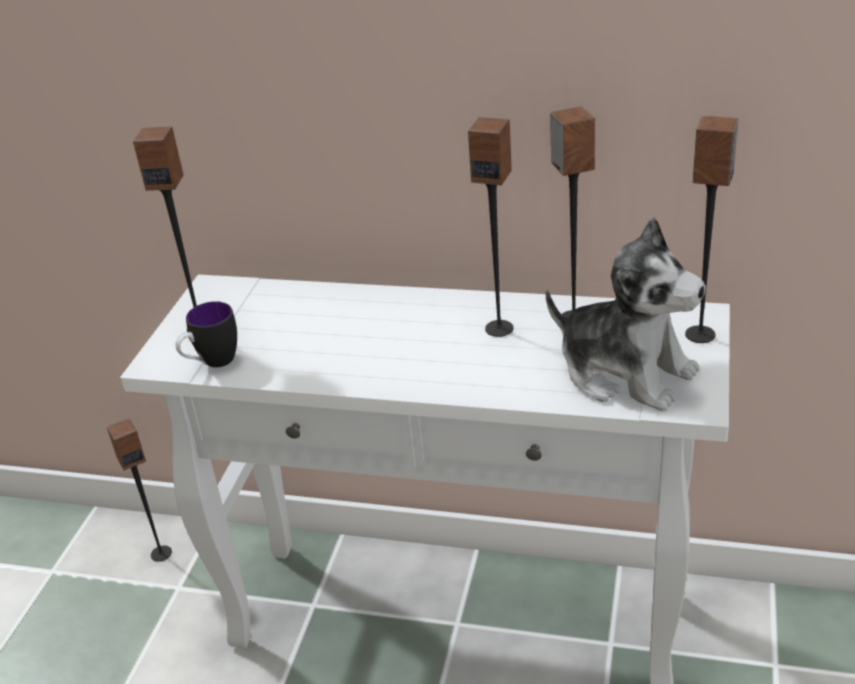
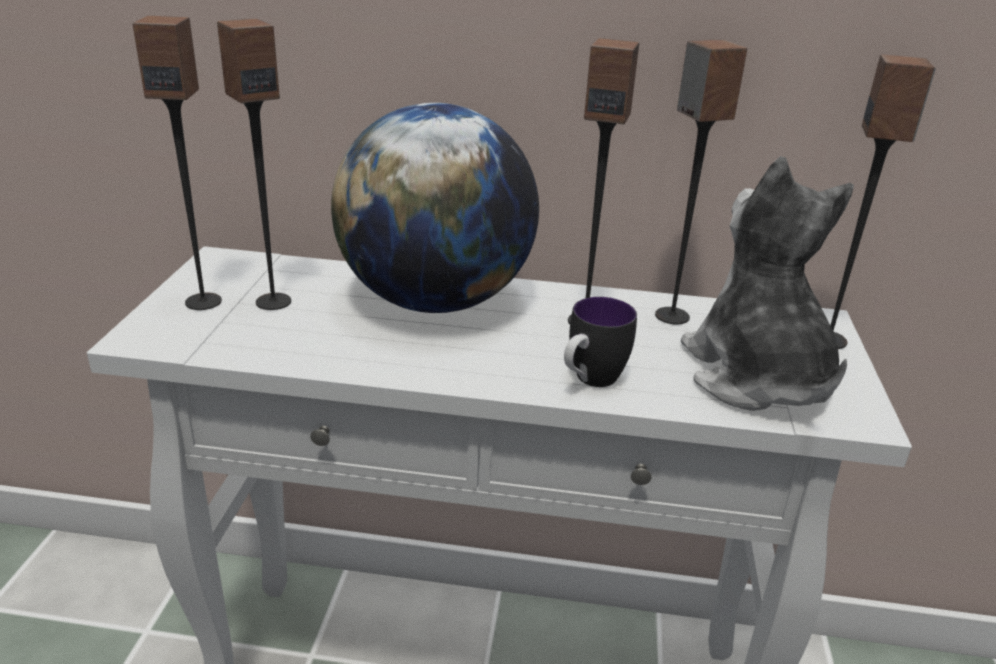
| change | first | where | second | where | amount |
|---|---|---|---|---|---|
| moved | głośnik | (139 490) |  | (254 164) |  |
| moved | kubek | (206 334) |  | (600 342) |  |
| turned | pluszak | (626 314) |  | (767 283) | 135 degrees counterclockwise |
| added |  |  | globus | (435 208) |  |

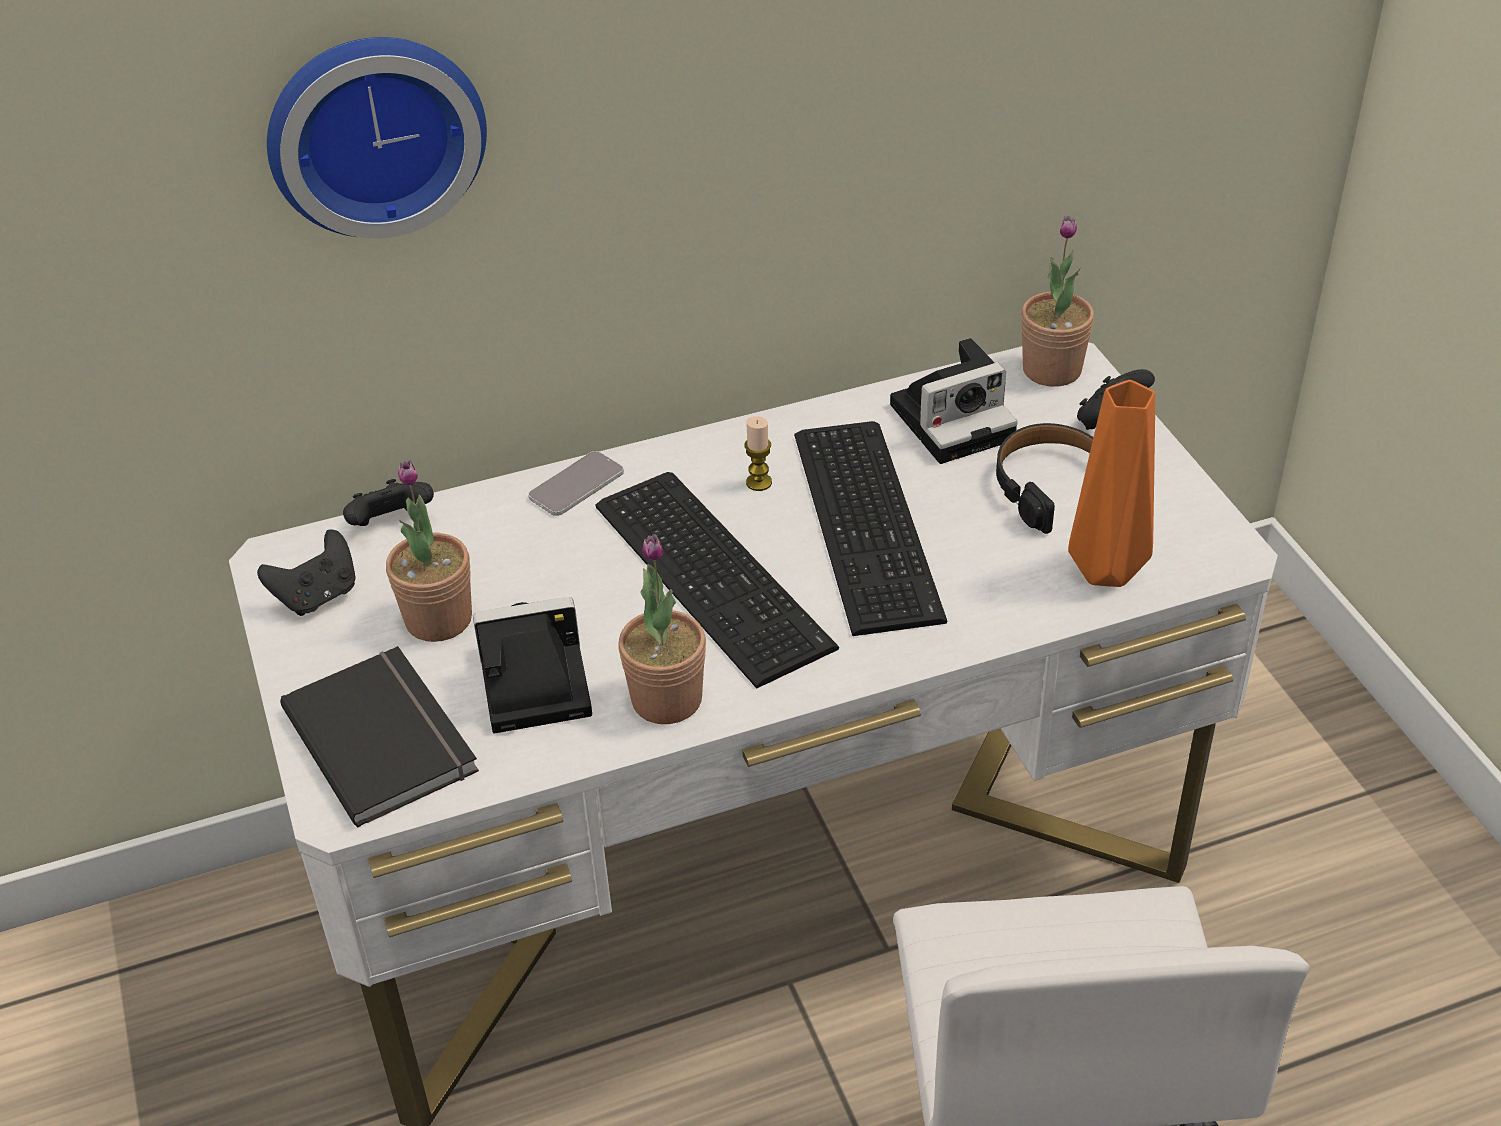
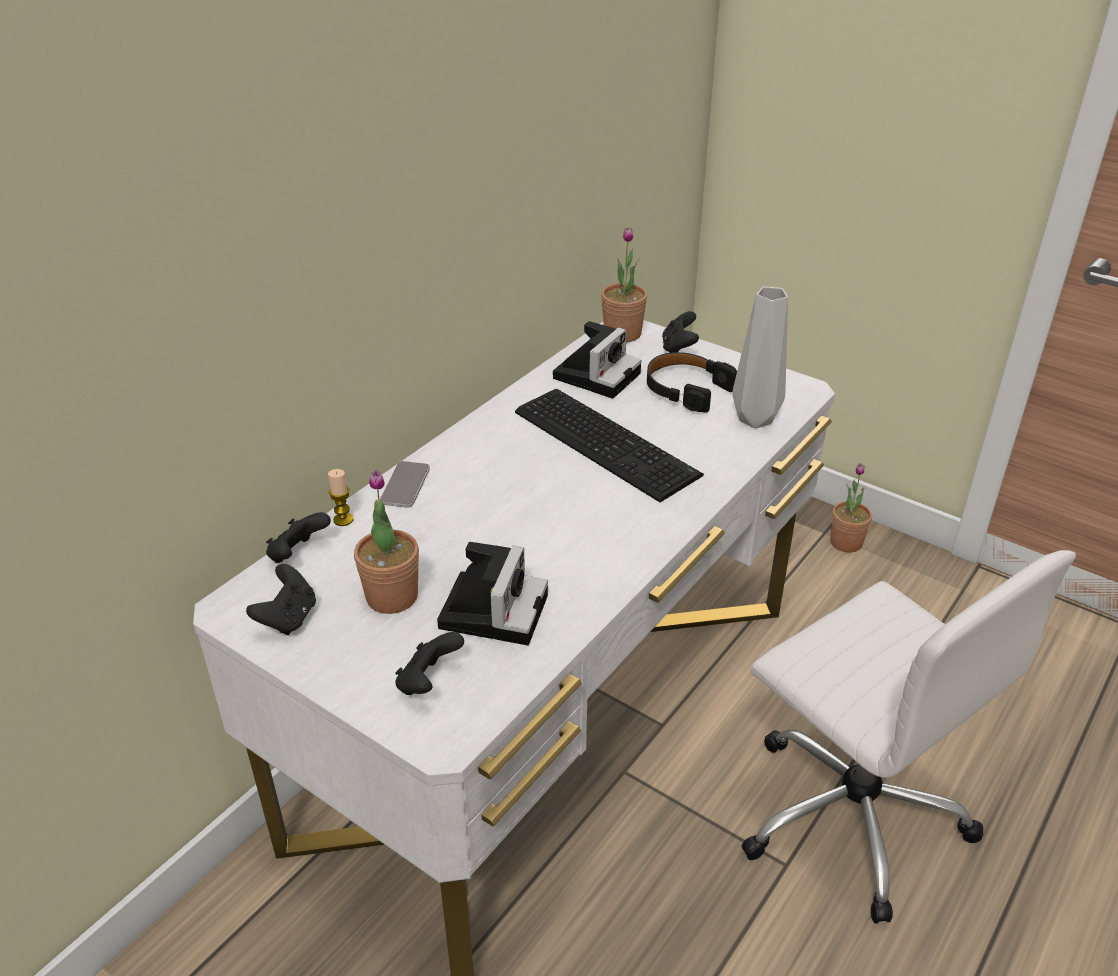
| change | first | where | second | where | amount |
|---|---|---|---|---|---|
| removed | zegar ścienny | (377 138) |  |  |  |
| replaced | książka (czarny) | (379 737) | pad do gier (czarny) | (429 663) |  |
| turned | aparat fotograficzny | (532 665) |  | (492 593) | 150 degrees clockwise |
| removed | klawiatura | (717 580) |  |  |  |
| moved | roślina doniczkowa | (662 629) |  | (851 508) |  |
| moved | świeca | (758 453) |  | (341 497) |  |
| recoloured | wazon (pomarańczowy) | (1111 483) | wazon (szary) | (760 357) |  |

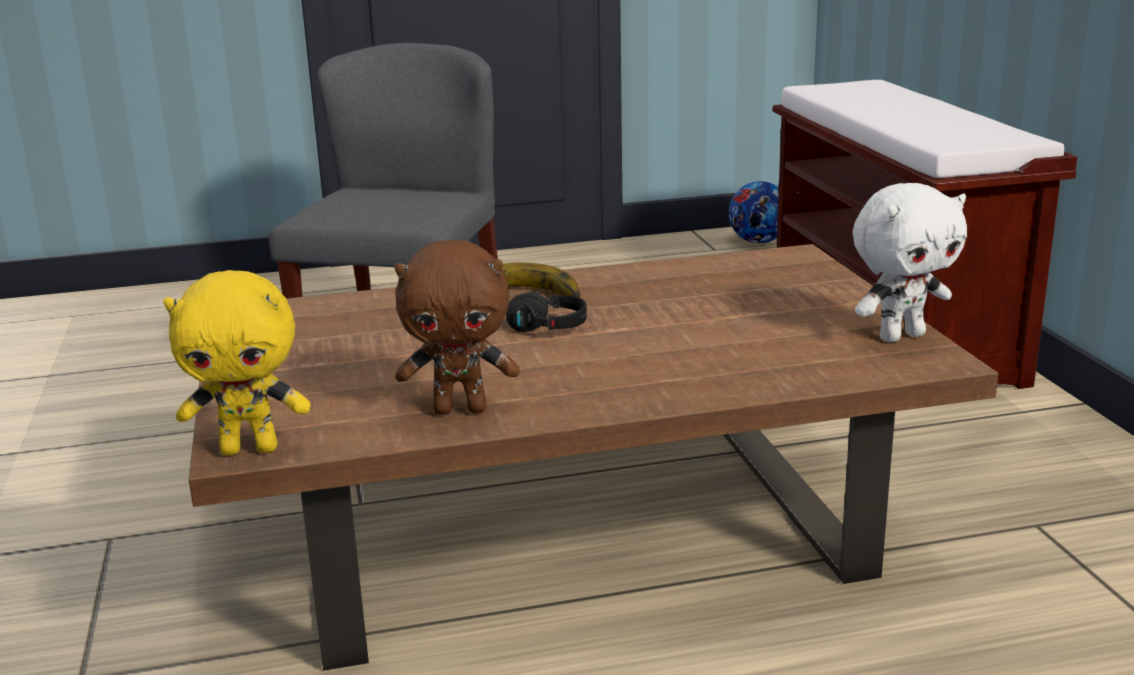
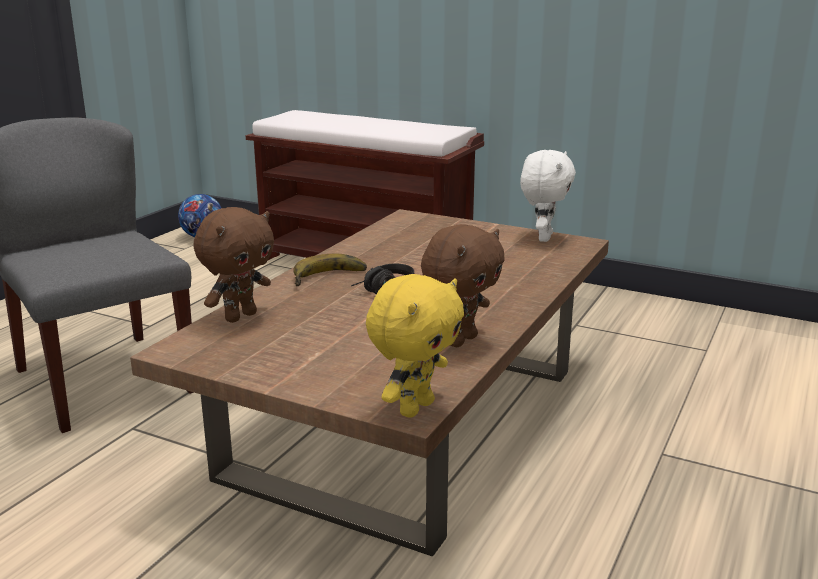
| change | first | where | second | where | amount |
|---|---|---|---|---|---|
| added |  |  | pluszak (brązowy) | (233 265) |  |

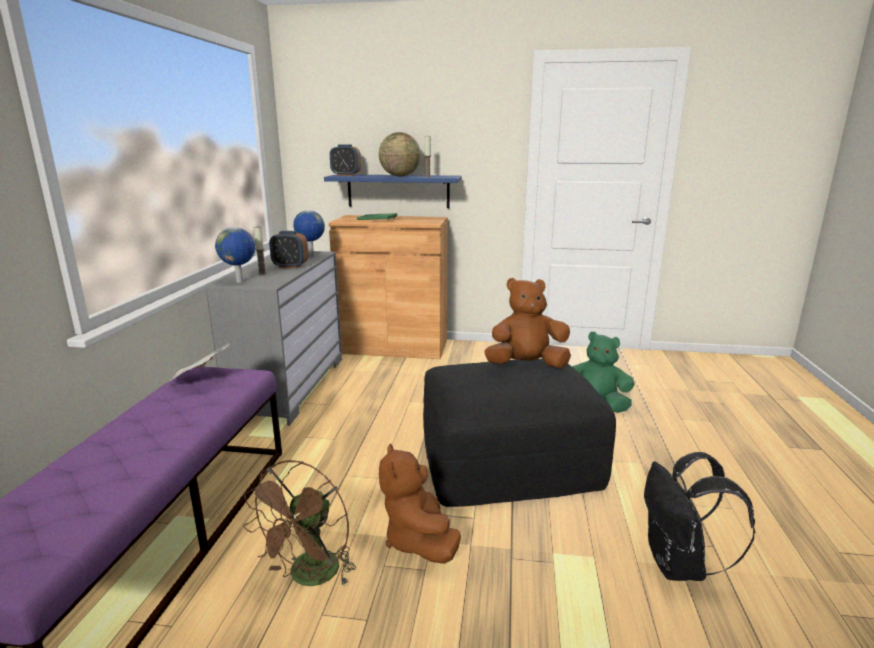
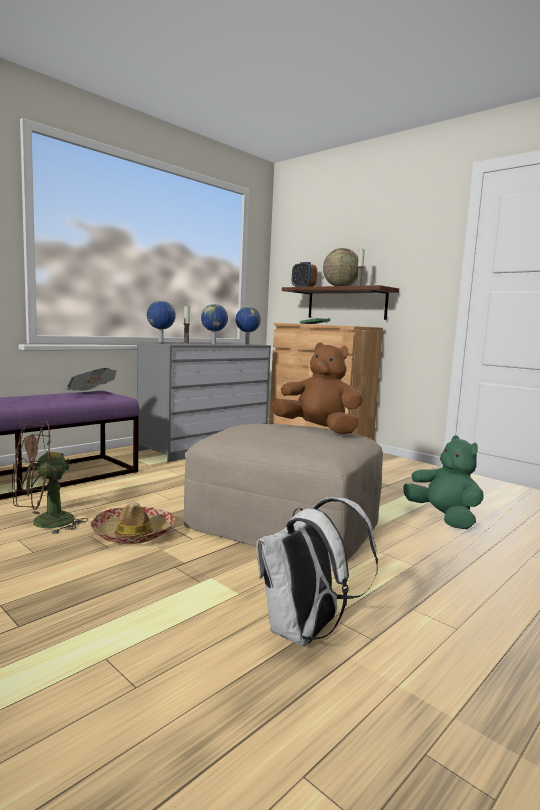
| change | first | where | second | where | amount |
|---|---|---|---|---|---|
| replaced | budzik | (288 249) | globus | (214 324) |  |
| recoloured | półka (niebieski) | (393 191) | półka (brązowy) | (340 302) |  |
| replaced | pluszak (brązowy) | (420 503) | kapelusz | (133 523) |  |
| recoloured | pufa (czarny) | (519 433) | pufa (beżowy) | (283 494) |  |
| recoloured | plecak (czarny) | (699 516) | plecak (biały) | (317 571) |  |

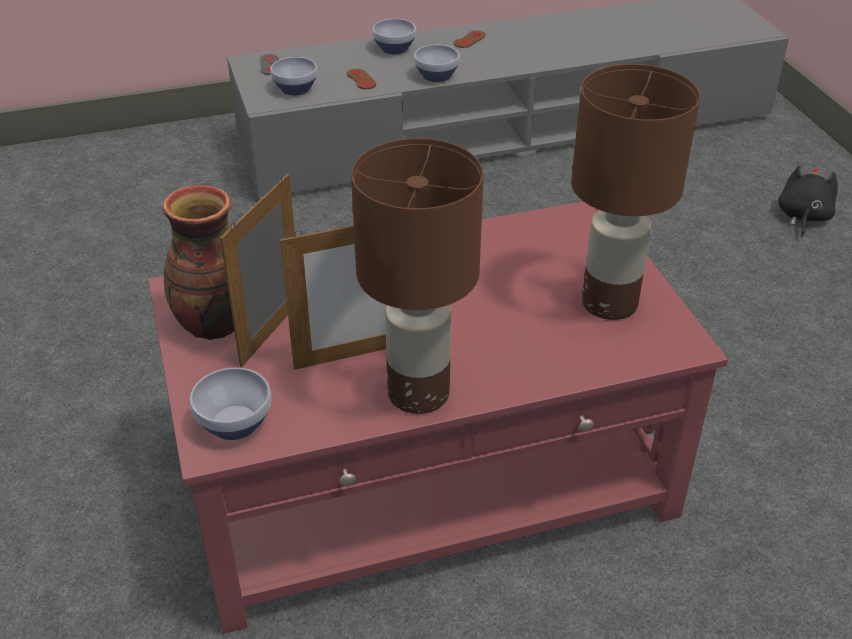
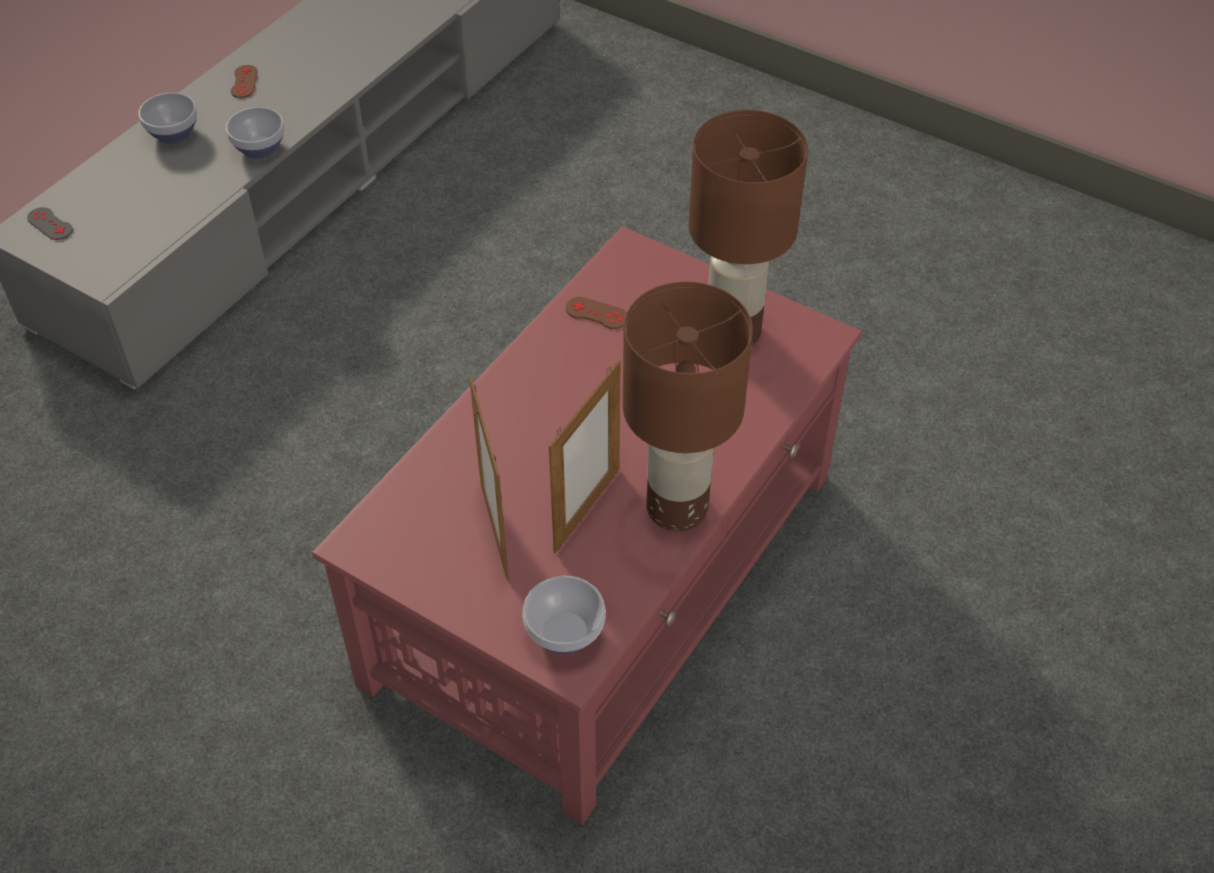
| change | first | where | second | where | amount |
|---|---|---|---|---|---|
| removed | wazon | (198 262) |  |  |  |
| removed | miska | (294 76) |  |  |  |
| moved | pad do gier (brązowy) | (361 79) |  | (596 313) |  |
| removed | pluszak (czarny) | (808 202) |  |  |  |

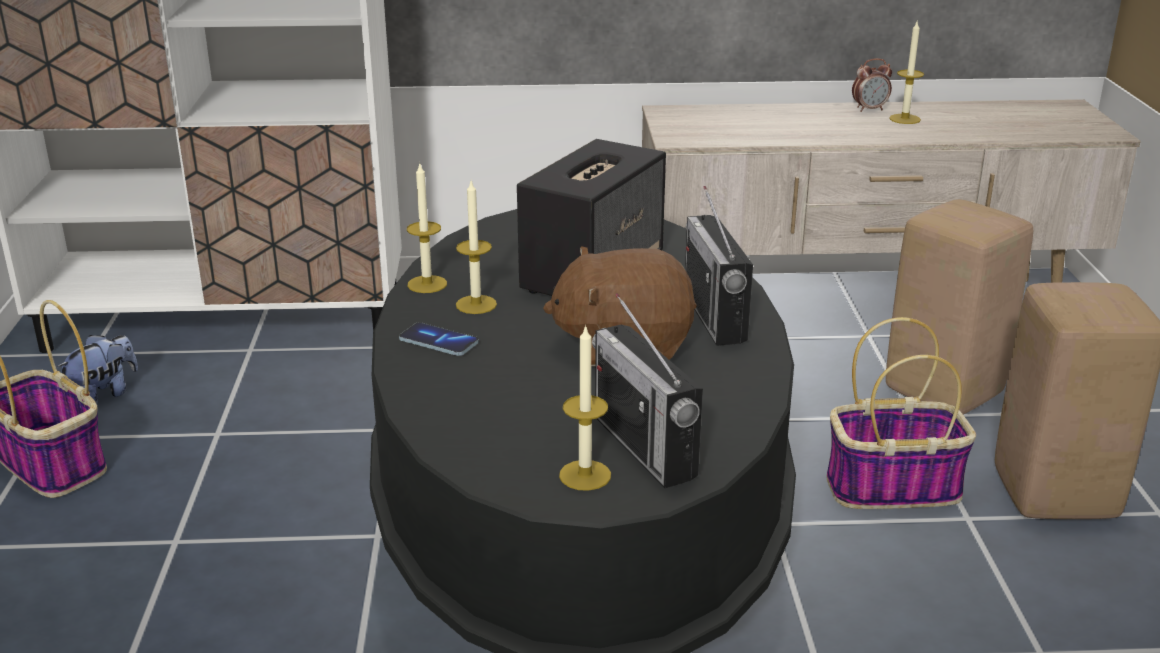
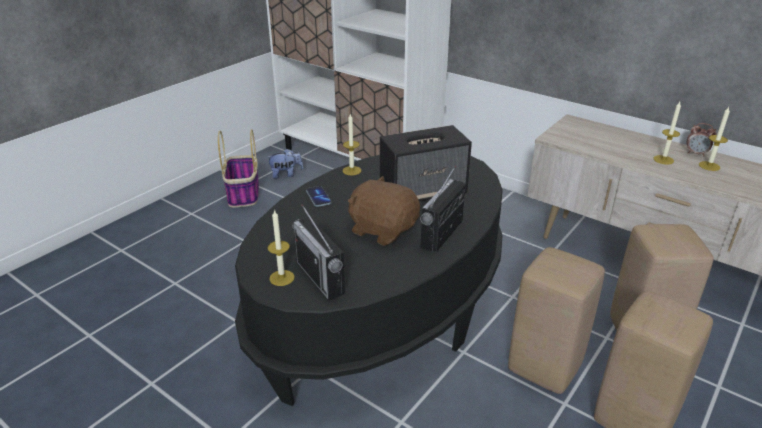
| change | first | where | second | where | amount |
|---|---|---|---|---|---|
| moved | świeca | (476 247) |  | (667 133) |  |
| turned | radio | (647 390) |  | (319 252) | 45 degrees counterclockwise |
| replaced | koszyk | (901 413) | stołek (beżowy) | (556 320) |  |

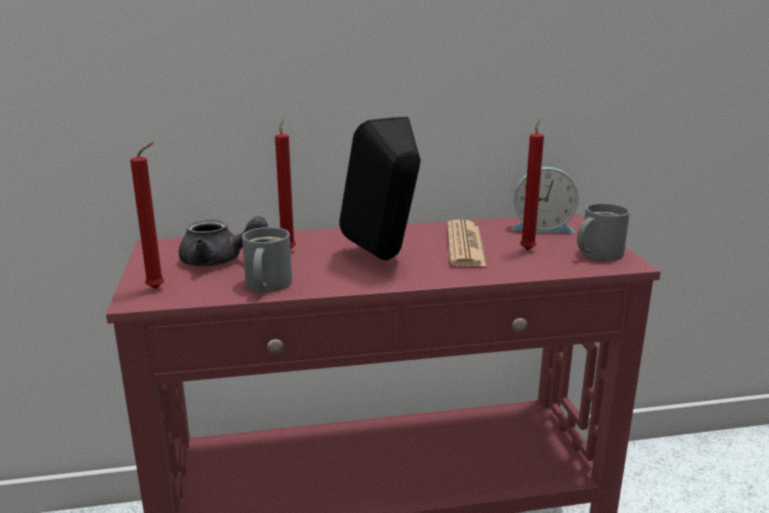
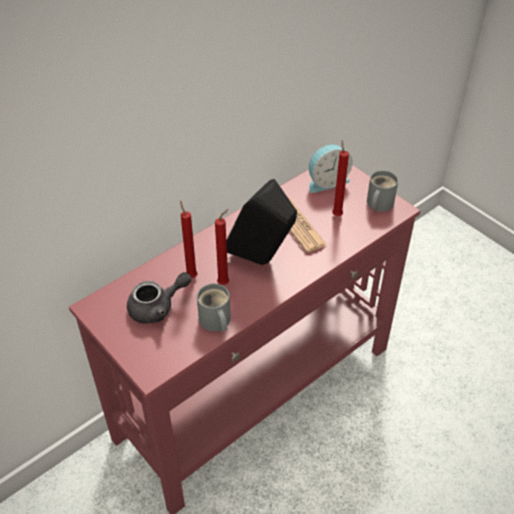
| change | first | where | second | where | amount |
|---|---|---|---|---|---|
| moved | świeca (czerwony) | (147 215) |  | (222 247) |  |

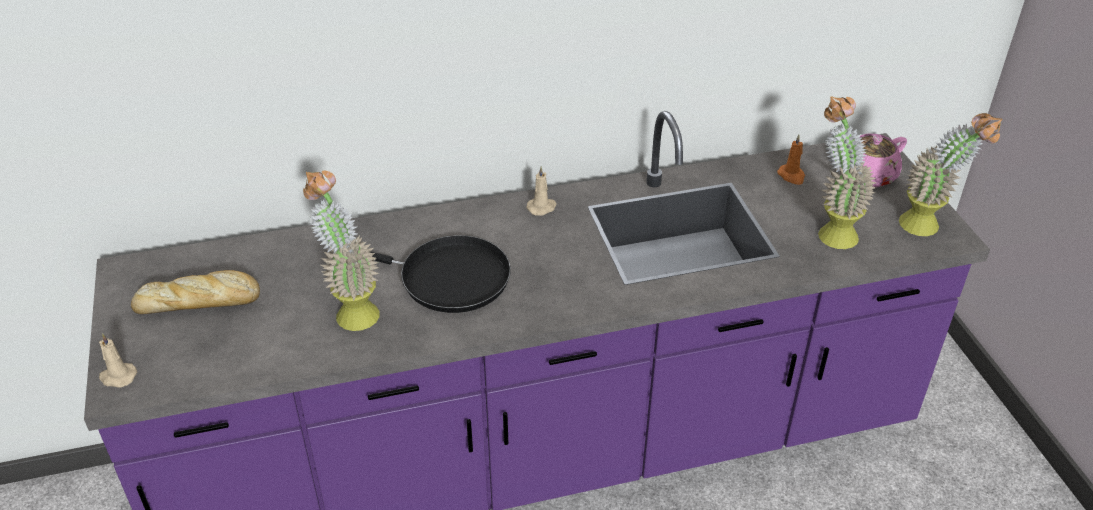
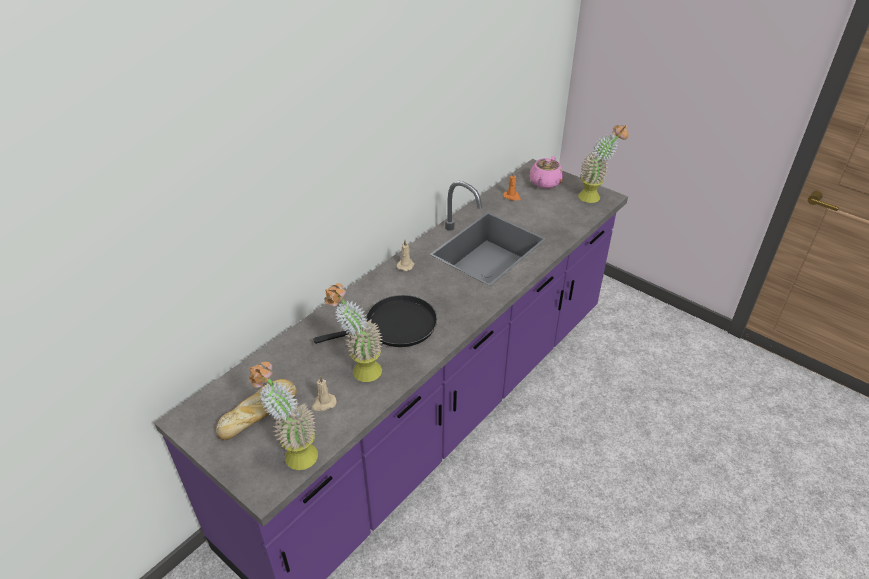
| change | first | where | second | where | amount |
|---|---|---|---|---|---|
| moved | świeca (beżowy) | (118 360) |  | (324 393) |  |
| moved | roślina doniczkowa | (847 172) |  | (283 416) |  |

